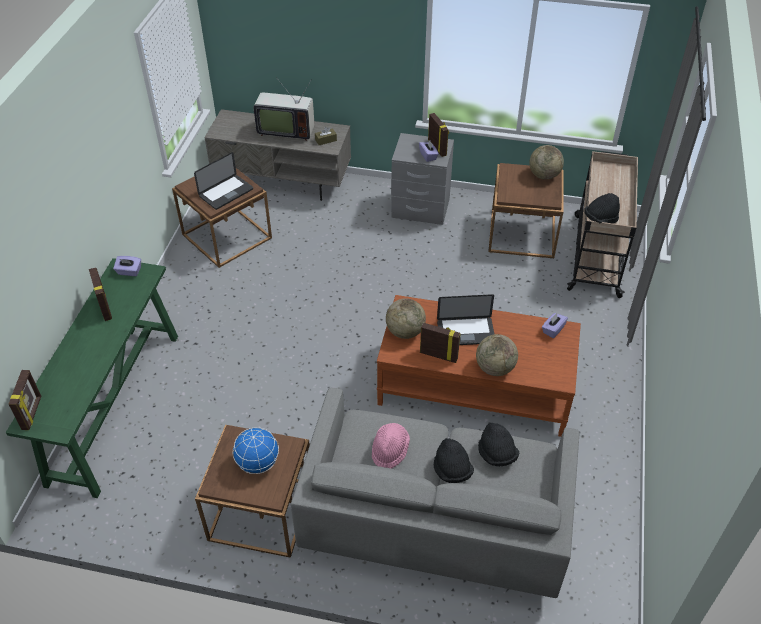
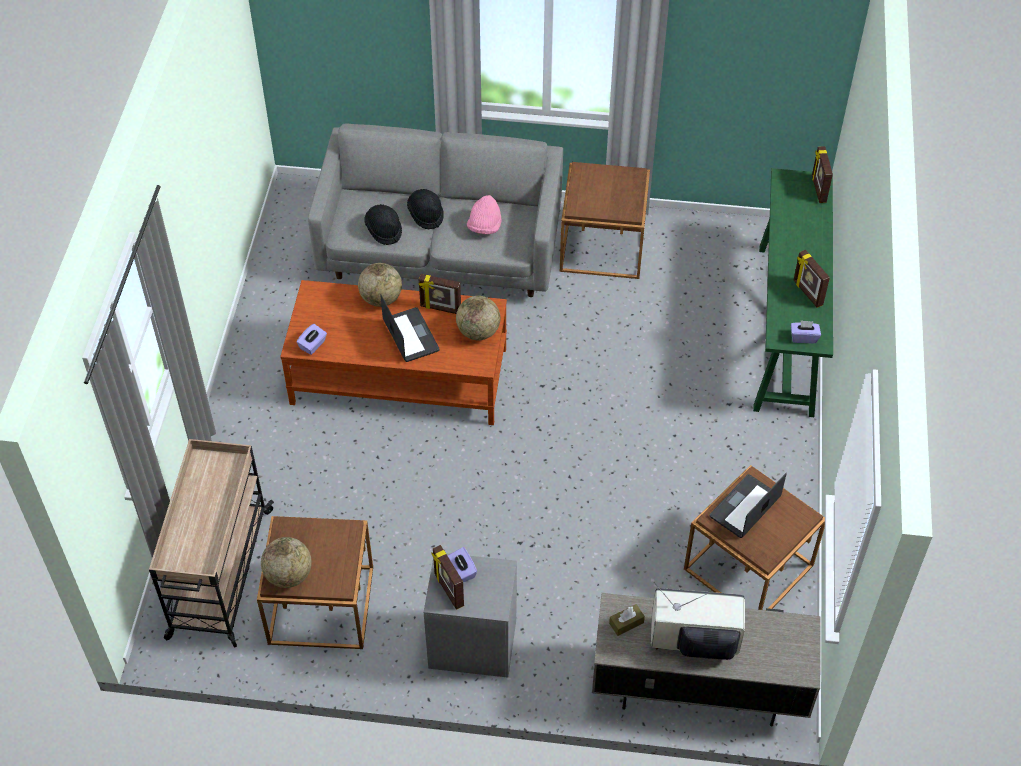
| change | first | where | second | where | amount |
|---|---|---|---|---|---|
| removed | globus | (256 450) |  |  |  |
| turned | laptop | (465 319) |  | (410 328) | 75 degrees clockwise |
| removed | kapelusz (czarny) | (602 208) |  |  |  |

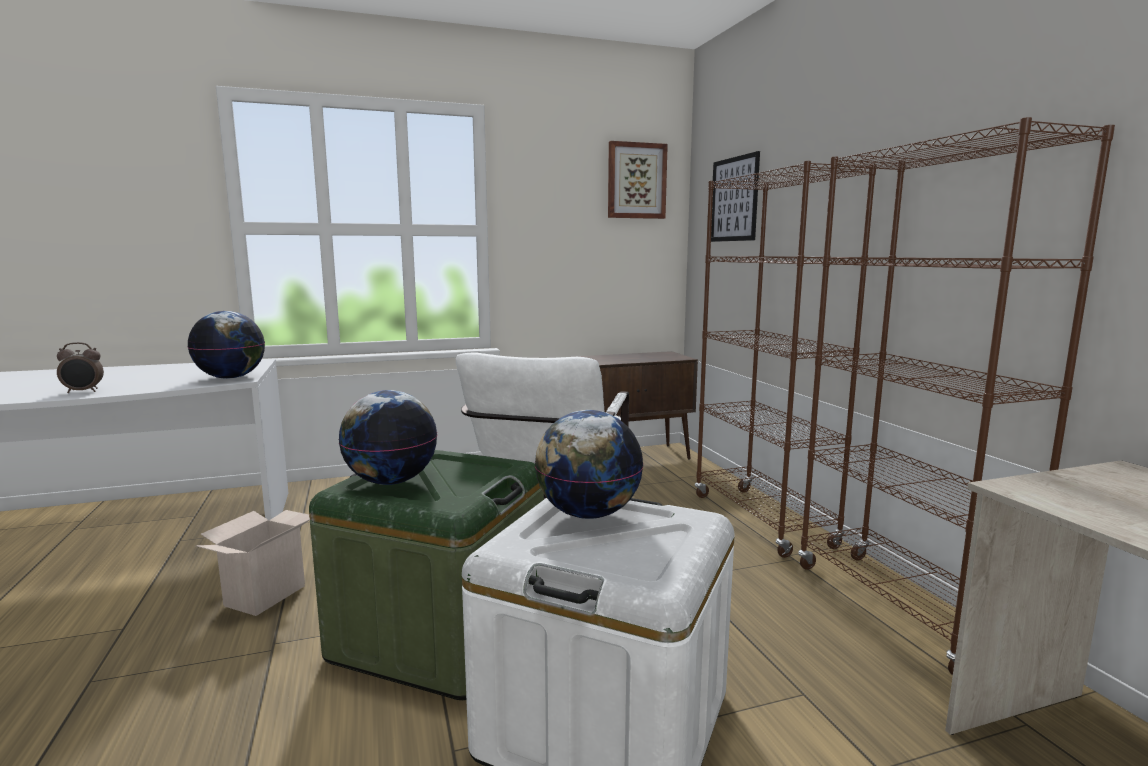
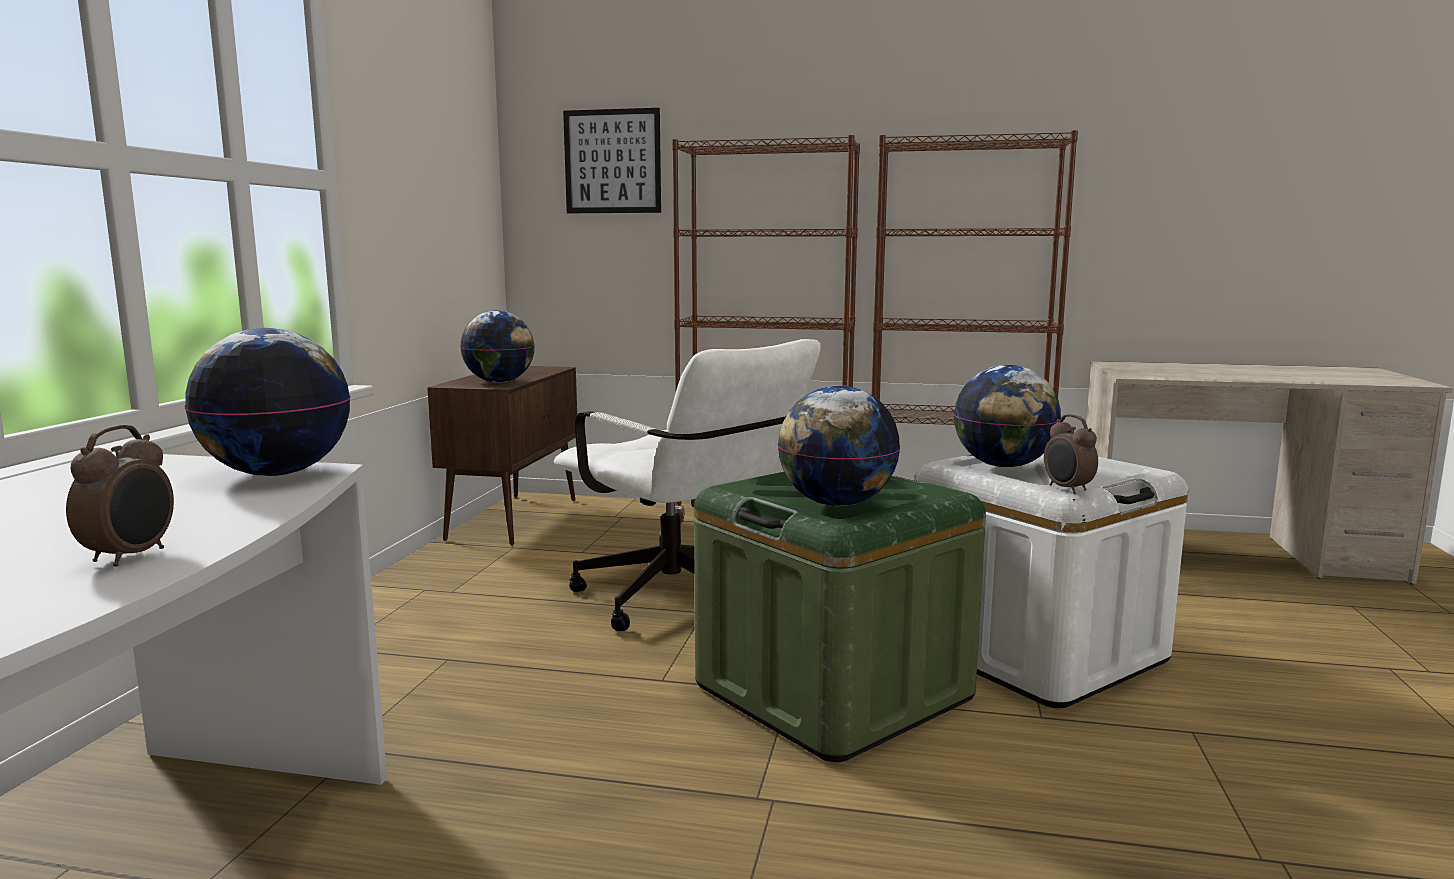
| change | first | where | second | where | amount |
|---|---|---|---|---|---|
| removed | karton | (252 563) |  |  |  |
| removed | obraz | (638 180) |  |  |  |
| added |  |  | globus | (497 346) |  |
| added |  |  | budzik | (1071 454) |  |

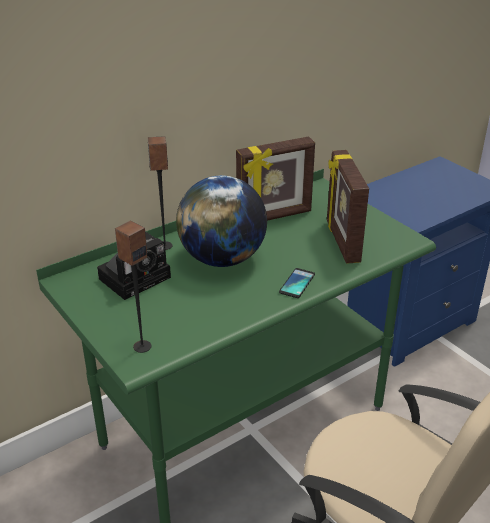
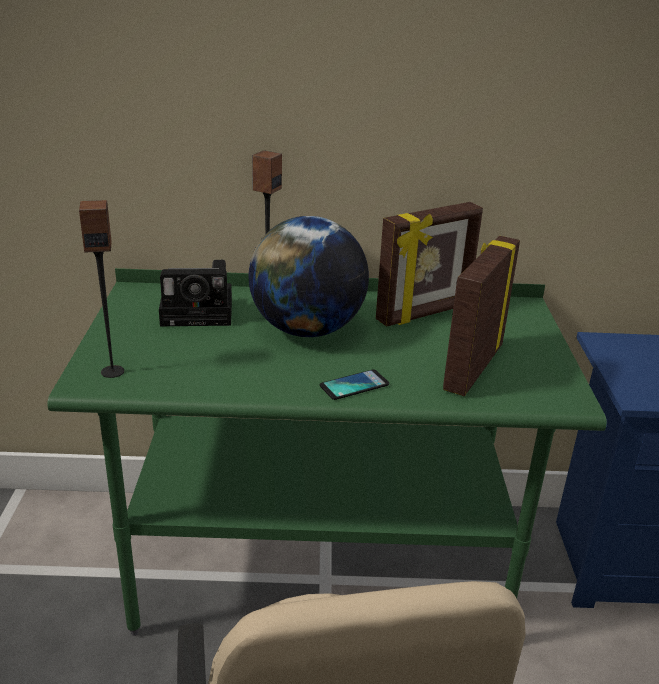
| change | first | where | second | where | amount |
|---|---|---|---|---|---|
| turned | ramka na zdjęcie | (275 179) |  | (429 264) | 45 degrees counterclockwise |

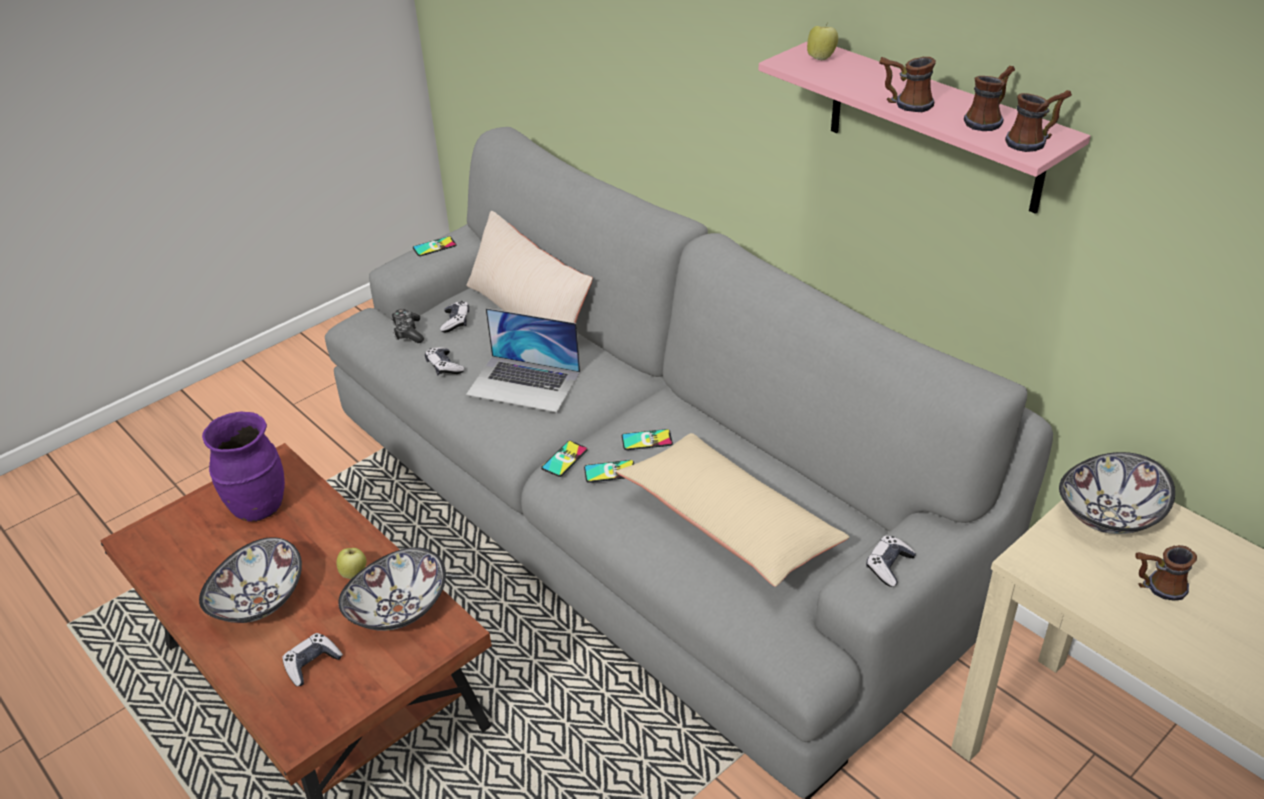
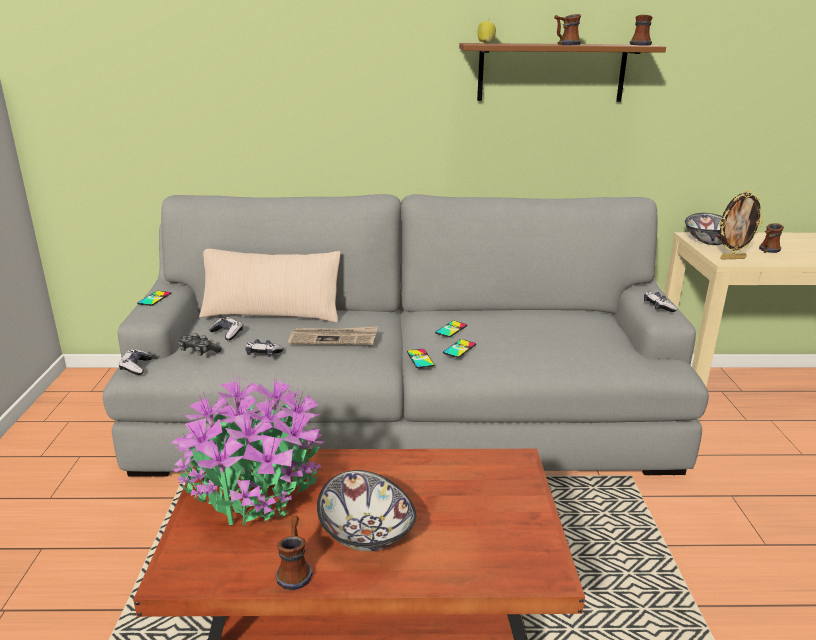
| change | first | where | second | where | amount |
|---|---|---|---|---|---|
| replaced | wazon (fioletowy) | (243 466) | roślina doniczkowa | (247 449) |  |
| moved | pad do gier | (312 659) |  | (135 362) |  |
| removed | jabłko | (351 563) |  |  |  |
| removed | miska | (392 589) |  |  |  |
| replaced | laptop | (523 360) | gazeta | (333 335) |  |
| removed | poduszka (beżowy) | (732 510) |  |  |  |
| recoloured | półka (różowy) | (924 127) | półka (brązowy) | (562 72) |  |
| moved | kubek | (989 98) |  | (293 553) |  |
| added |  |  | ramka na zdjęcie | (741 224) |  |

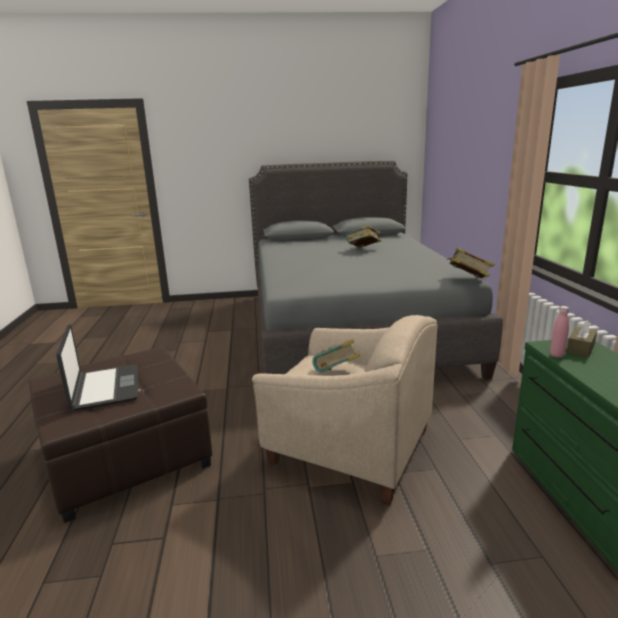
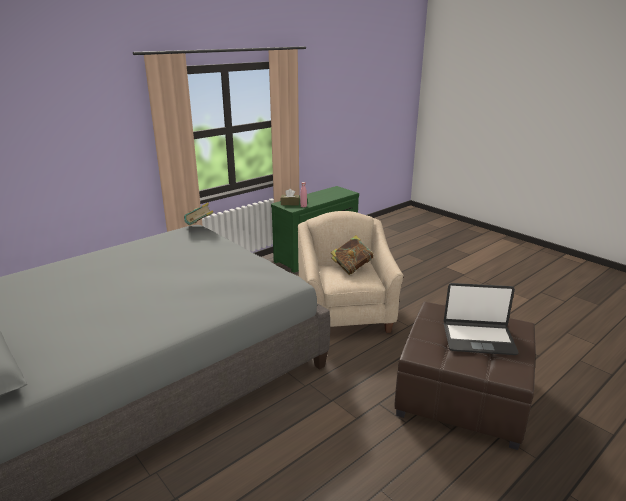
| change | first | where | second | where | amount |
|---|---|---|---|---|---|
| turned | laptop | (97 367) |  | (481 319) | 120 degrees counterclockwise |
| removed | książka | (364 236) |  |  |  |

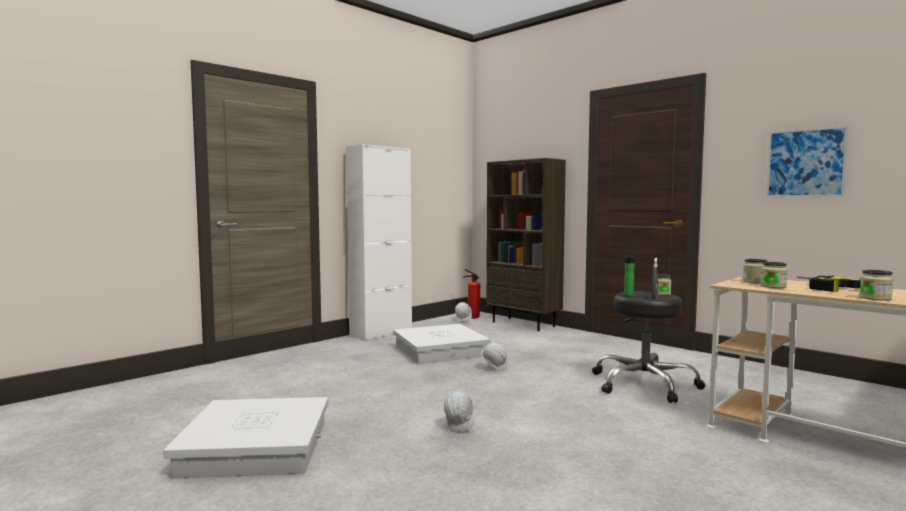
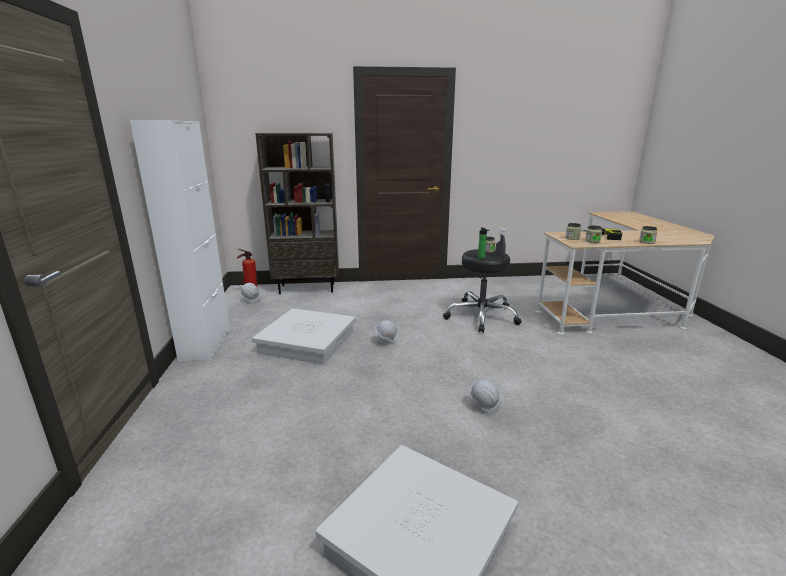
| change | first | where | second | where | amount |
|---|---|---|---|---|---|
| removed | obraz | (807 161) |  |  |  |

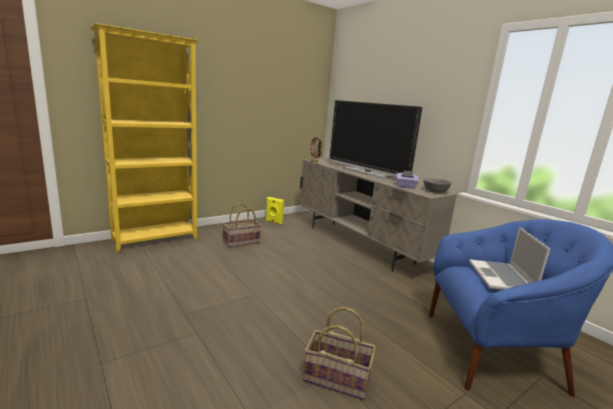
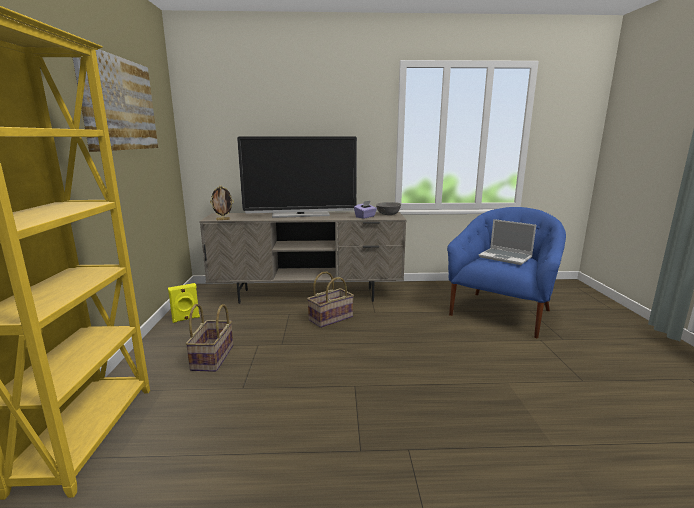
| change | first | where | second | where | amount |
|---|---|---|---|---|---|
| moved | koszyk | (339 353) |  | (330 300) |  |
| added |  |  | obraz | (115 100) |  |

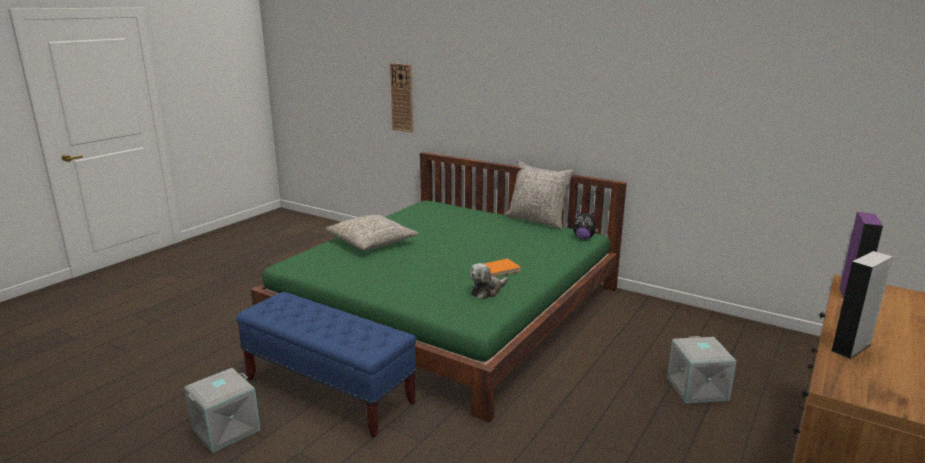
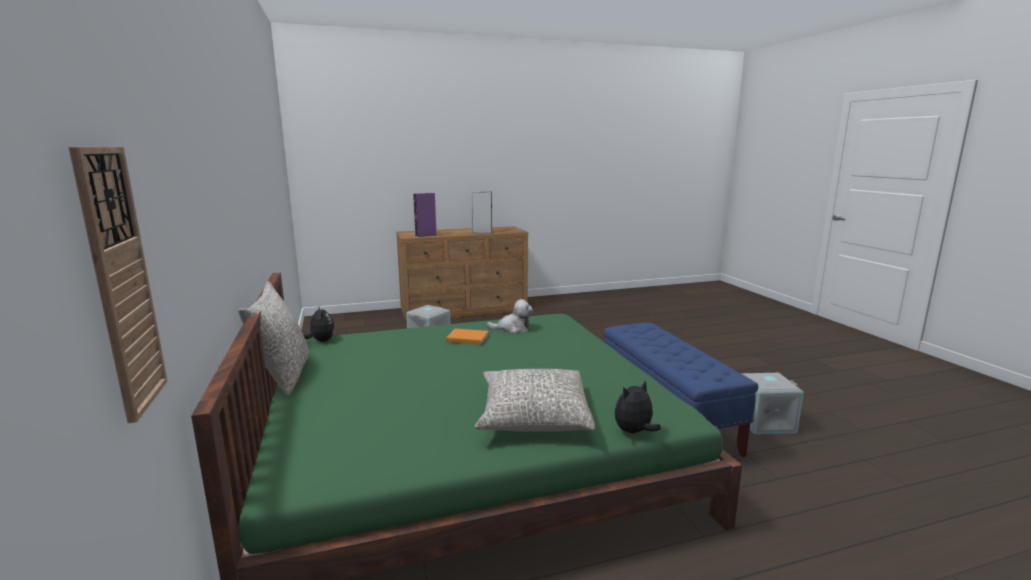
| change | first | where | second | where | amount |
|---|---|---|---|---|---|
| added |  |  | pluszak | (638 406) |  |

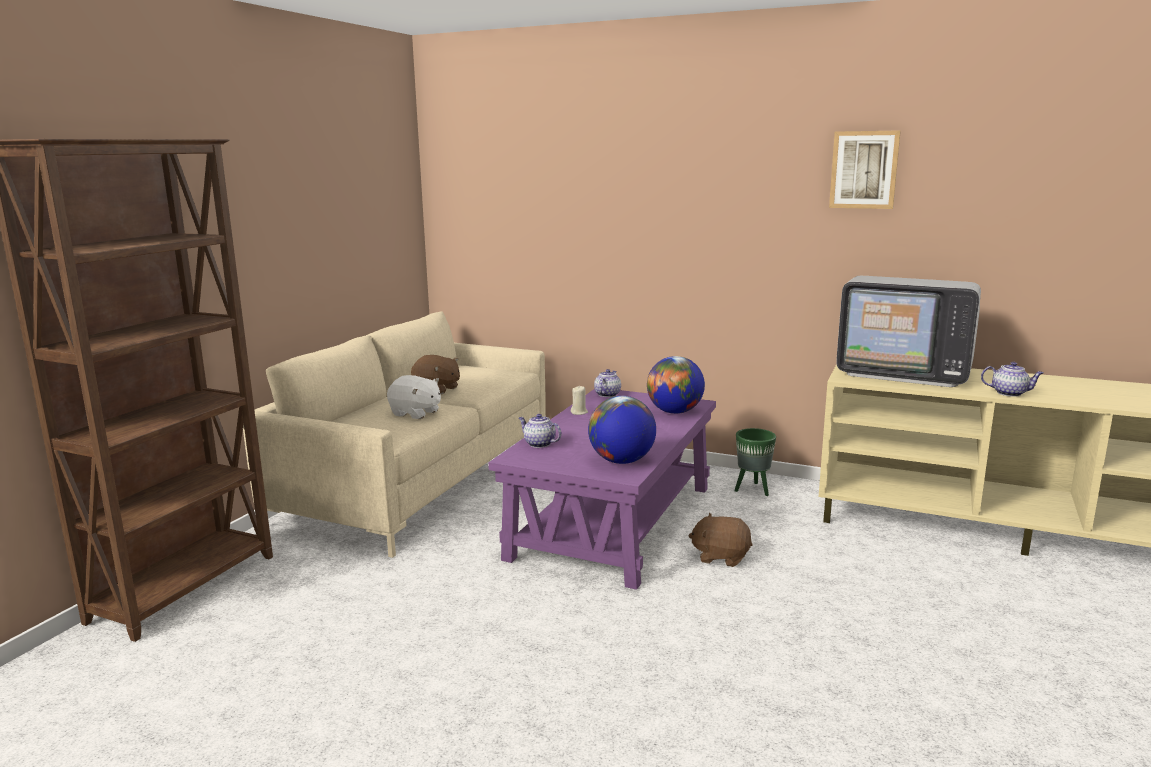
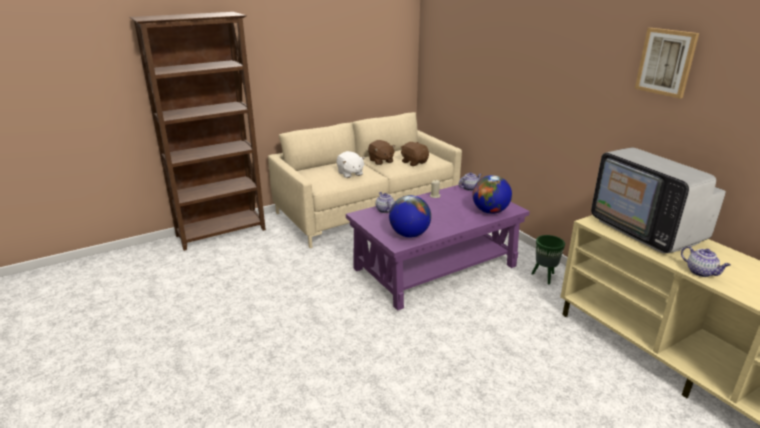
| change | first | where | second | where | amount |
|---|---|---|---|---|---|
| moved | pluszak (brązowy) | (720 540) |  | (415 154) |  |

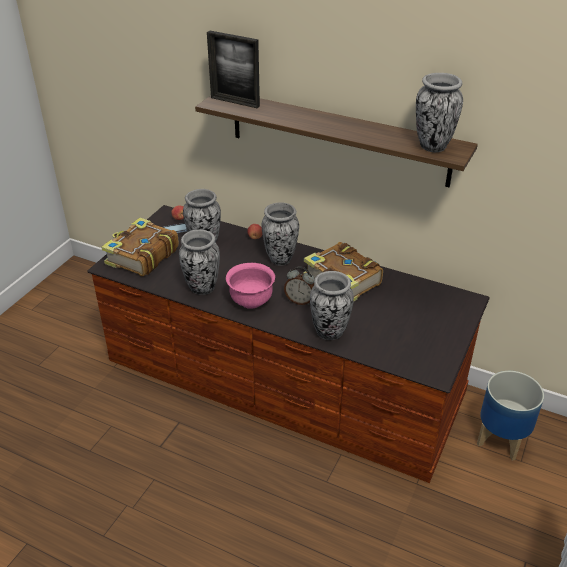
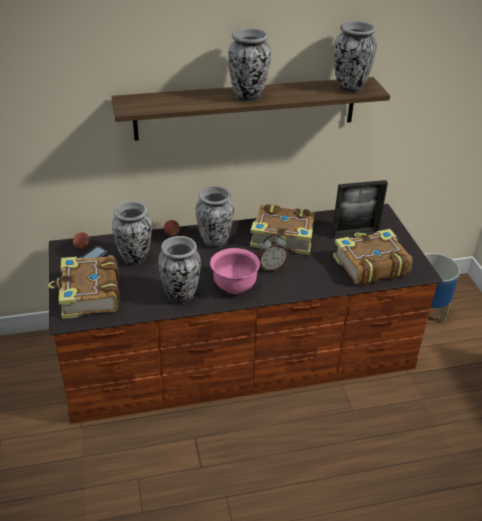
| change | first | where | second | where | amount |
|---|---|---|---|---|---|
| moved | ramka na zdjęcie | (233 69) |  | (360 209) |  |
| moved | wazon | (332 305) |  | (249 65) |  |
| added |  |  | książka | (373 257) |  |

